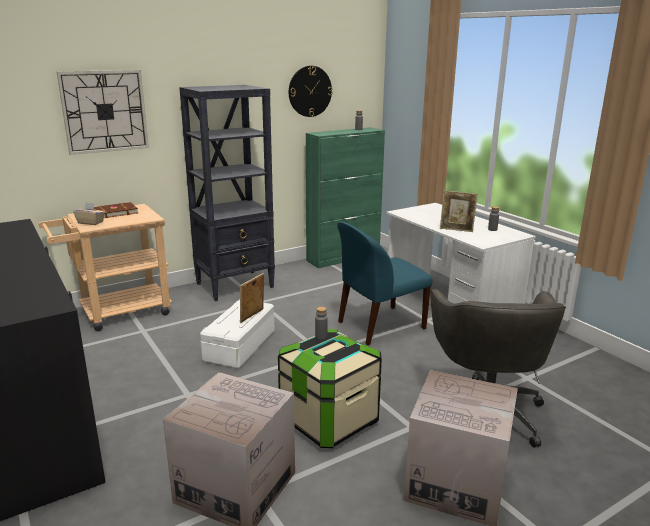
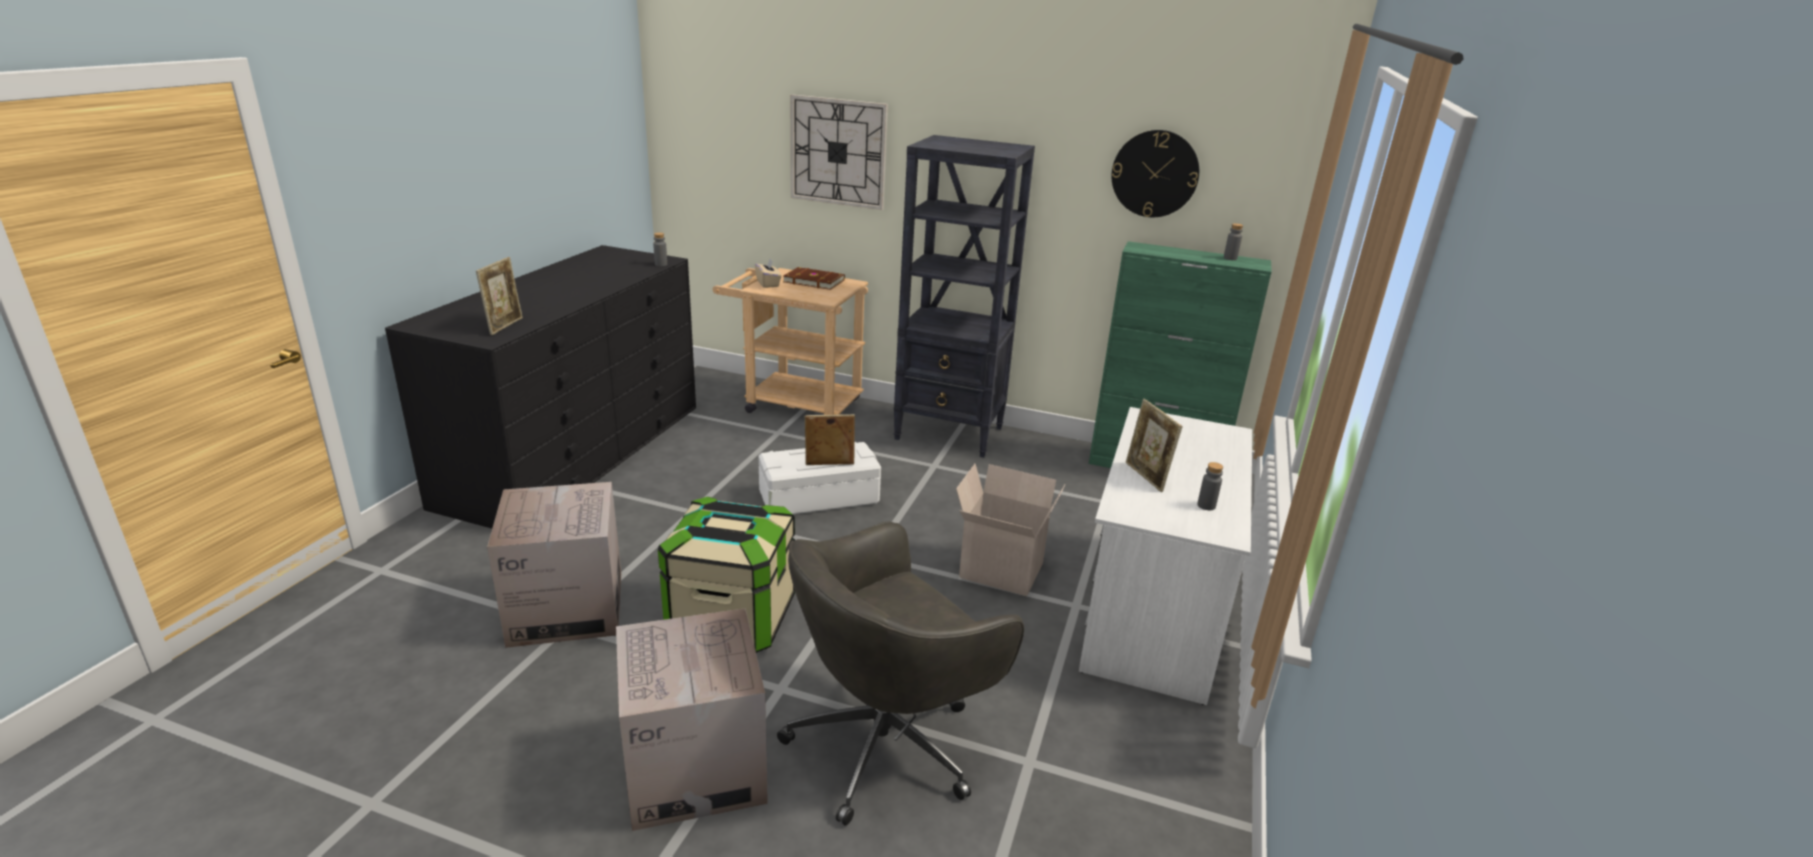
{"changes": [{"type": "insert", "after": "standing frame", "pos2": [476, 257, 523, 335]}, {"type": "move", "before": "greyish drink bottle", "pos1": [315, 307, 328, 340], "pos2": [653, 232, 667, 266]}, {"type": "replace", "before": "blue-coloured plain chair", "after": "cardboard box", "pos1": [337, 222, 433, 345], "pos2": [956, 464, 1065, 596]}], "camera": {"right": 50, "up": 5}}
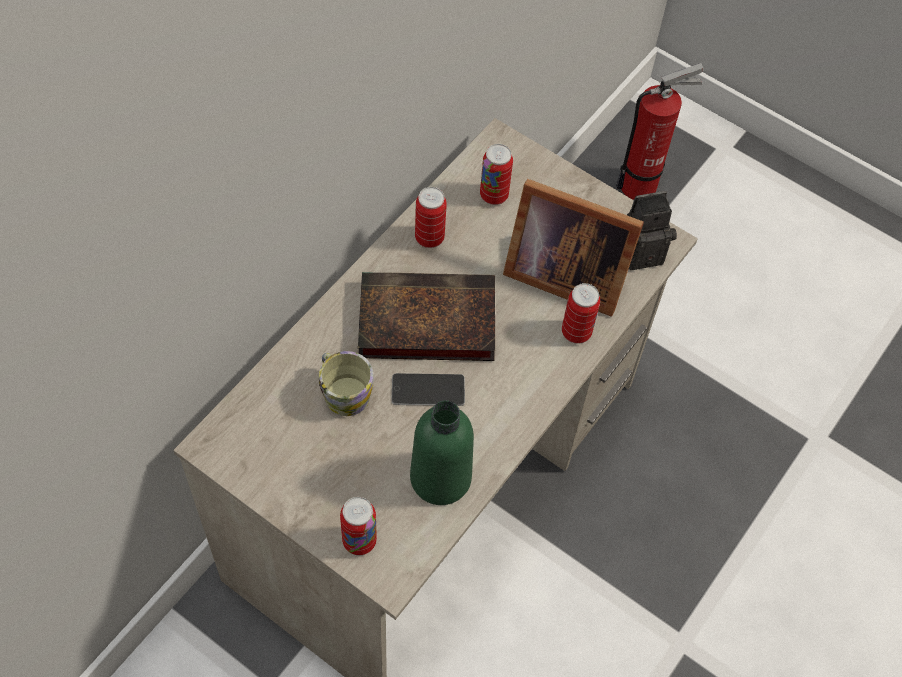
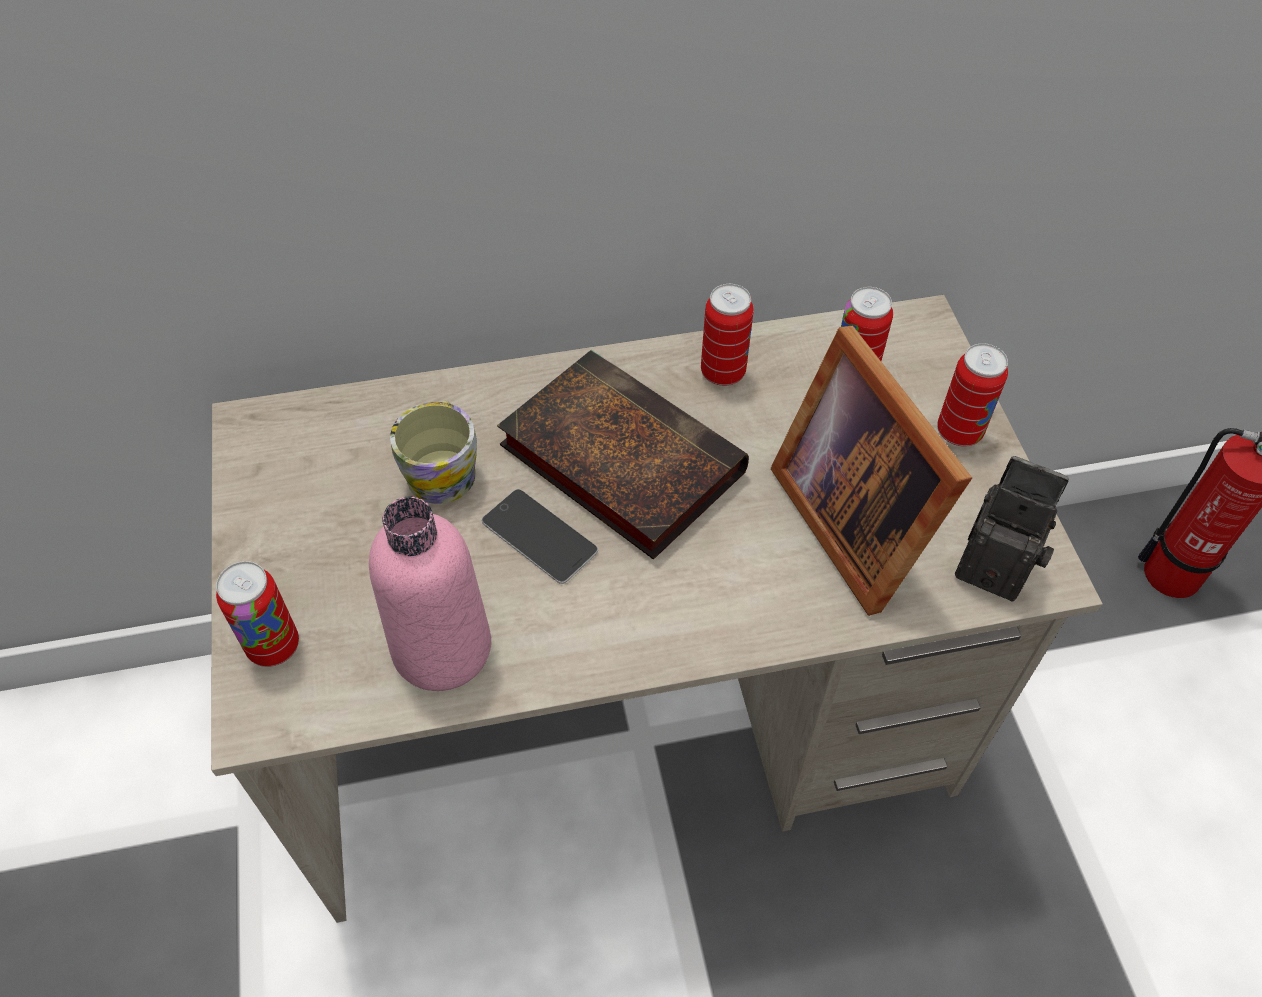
{"changes": [{"type": "recolor", "before": "greenish drink bottle", "after": "pink drink bottle", "pos1": [410, 400, 474, 505], "pos2": [369, 497, 491, 691]}, {"type": "move", "before": "sealed can", "pos1": [562, 283, 600, 344], "pos2": [937, 343, 1008, 447]}], "camera": {"right": 45, "up": -5}}
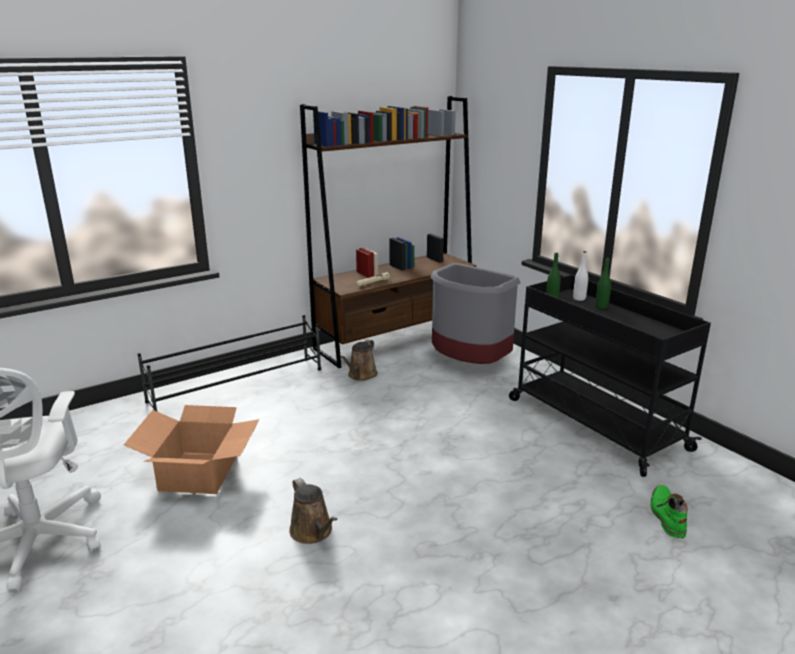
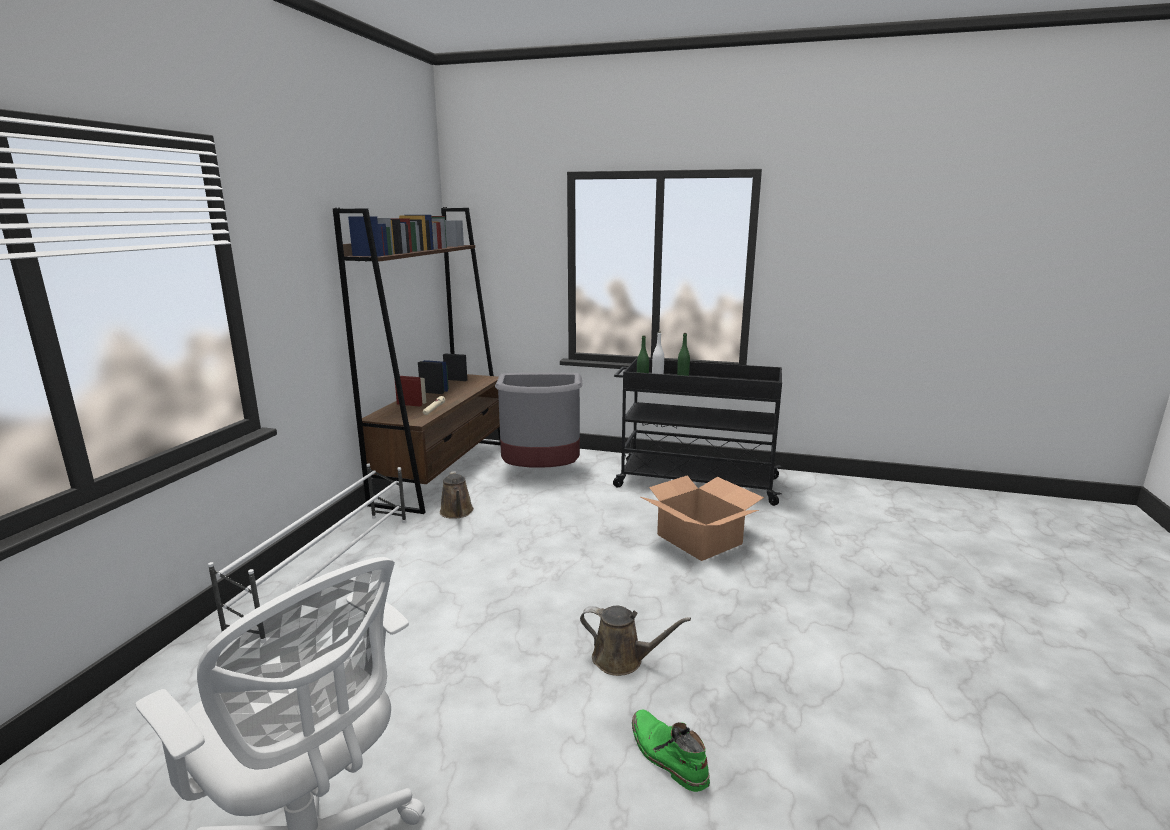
{"changes": [{"type": "recolor", "before": "black-coloured shoe shelf", "after": "white-coloured shoe shelf", "pos1": [137, 315, 321, 411], "pos2": [208, 464, 406, 643]}, {"type": "move", "before": "greenish boot", "pos1": [651, 485, 688, 538], "pos2": [632, 710, 710, 792]}, {"type": "move", "before": "cardboard box", "pos1": [124, 405, 260, 494], "pos2": [641, 475, 764, 561]}], "camera": {"right": -40, "up": -5}}
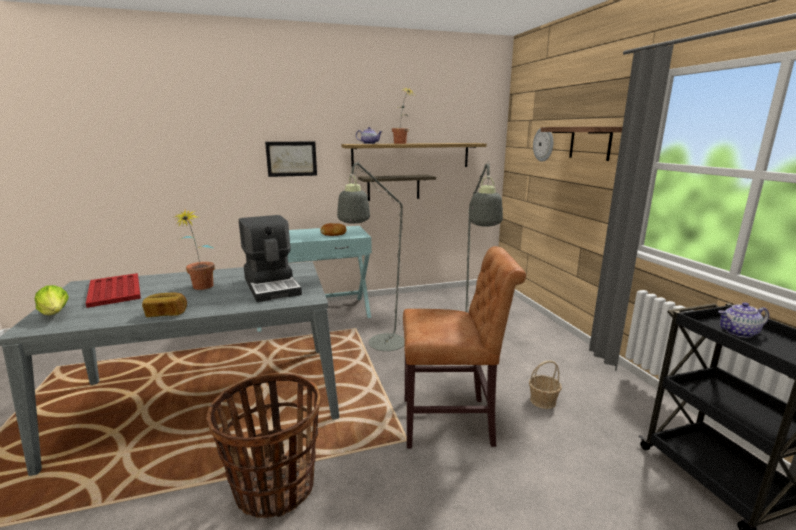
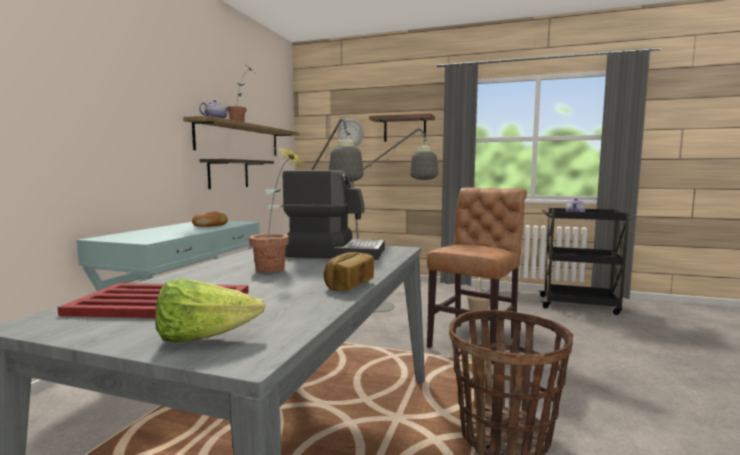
{"changes": [{"type": "delete", "before": "wall art", "pos1": [265, 141, 317, 177]}], "camera": {"right": -55, "up": -10}}
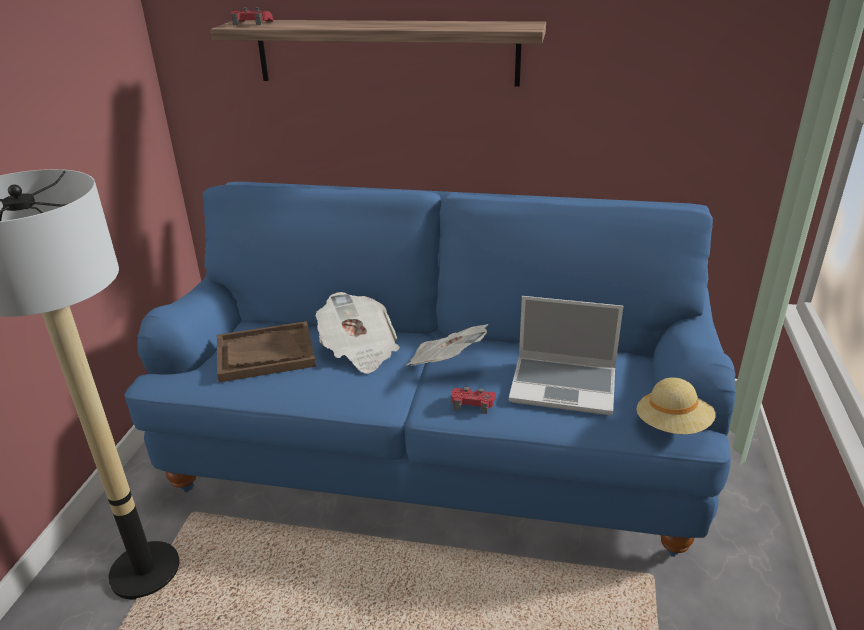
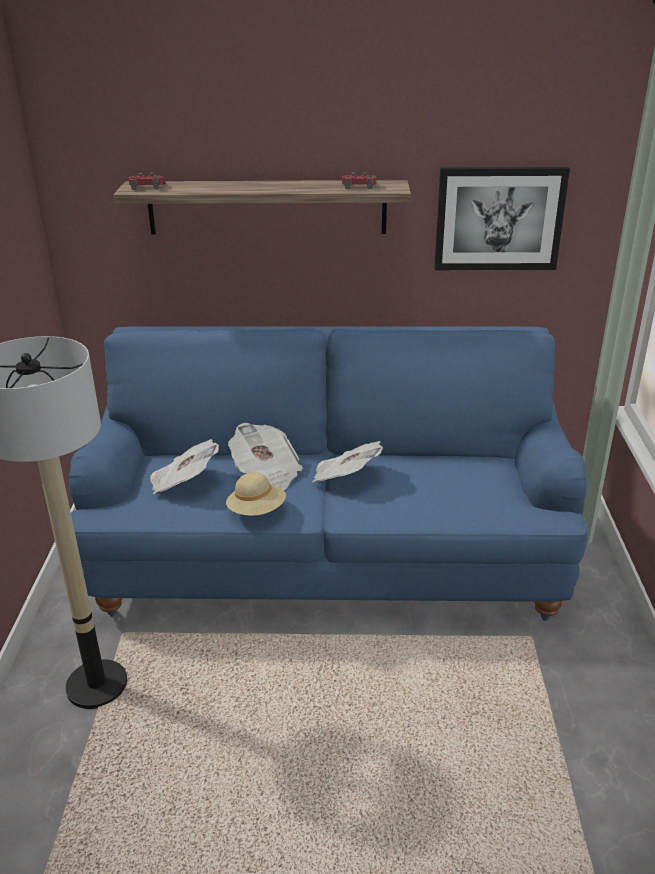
{"changes": [{"type": "replace", "before": "brown tray", "after": "newspaper", "pos1": [217, 321, 316, 382], "pos2": [150, 439, 219, 494]}, {"type": "move", "before": "sand-coloured clothing hat", "pos1": [636, 377, 716, 434], "pos2": [226, 472, 286, 516]}, {"type": "move", "before": "red-coloured game controller", "pos1": [451, 386, 496, 414], "pos2": [342, 172, 377, 189]}, {"type": "insert", "after": "wall art", "pos2": [434, 167, 570, 270]}, {"type": "delete", "before": "notebook computer", "pos1": [509, 296, 623, 415]}], "camera": {"right": -10, "up": 0}}
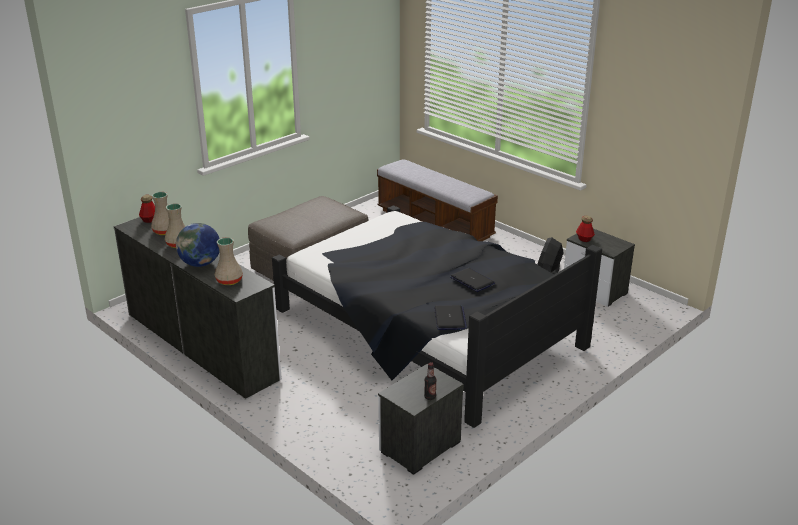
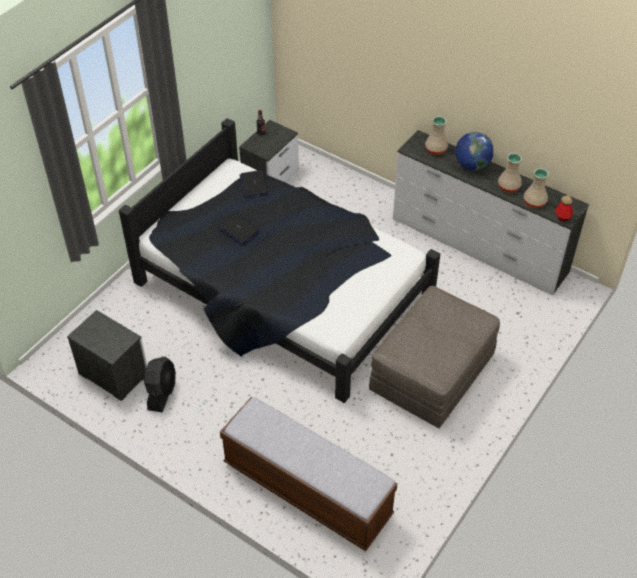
{"changes": [{"type": "delete", "before": "drink bottle", "pos1": [576, 215, 595, 242]}], "camera": {"right": 170, "up": 20}}
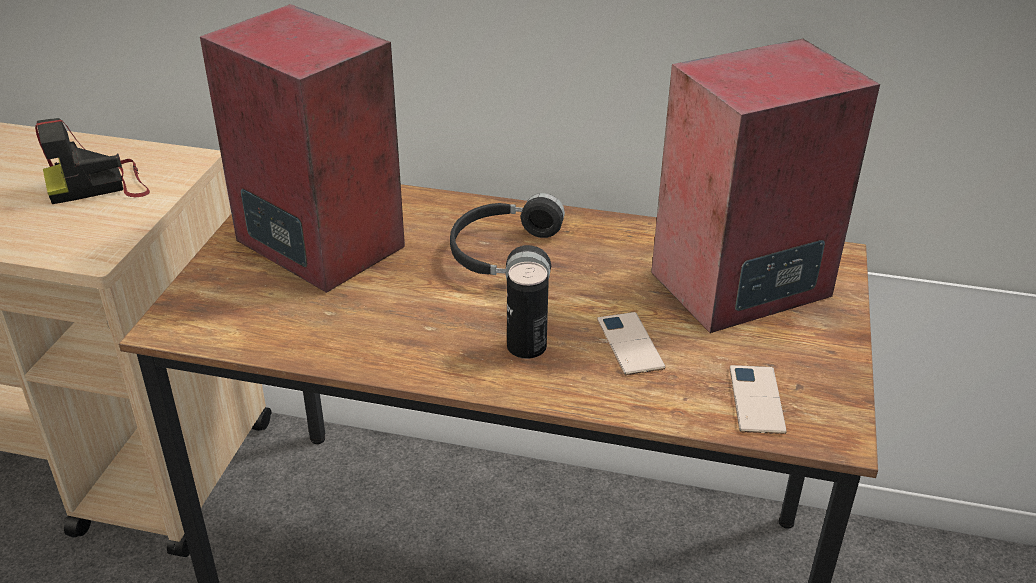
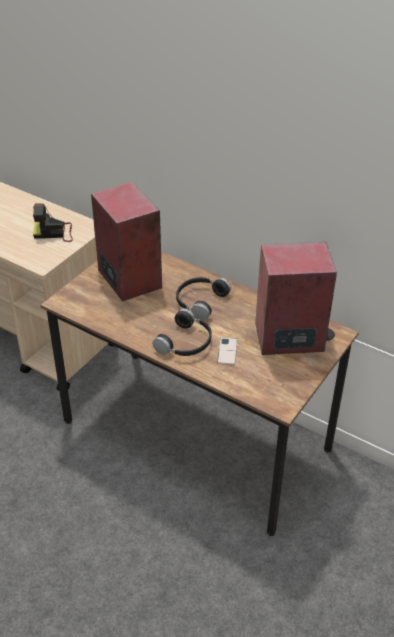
{"changes": [{"type": "replace", "before": "sealed can", "after": "black-coloured headset", "pos1": [507, 262, 549, 359], "pos2": [152, 309, 212, 356]}, {"type": "delete", "before": "telephone", "pos1": [729, 365, 787, 434]}], "camera": {"right": 20, "up": 5}}
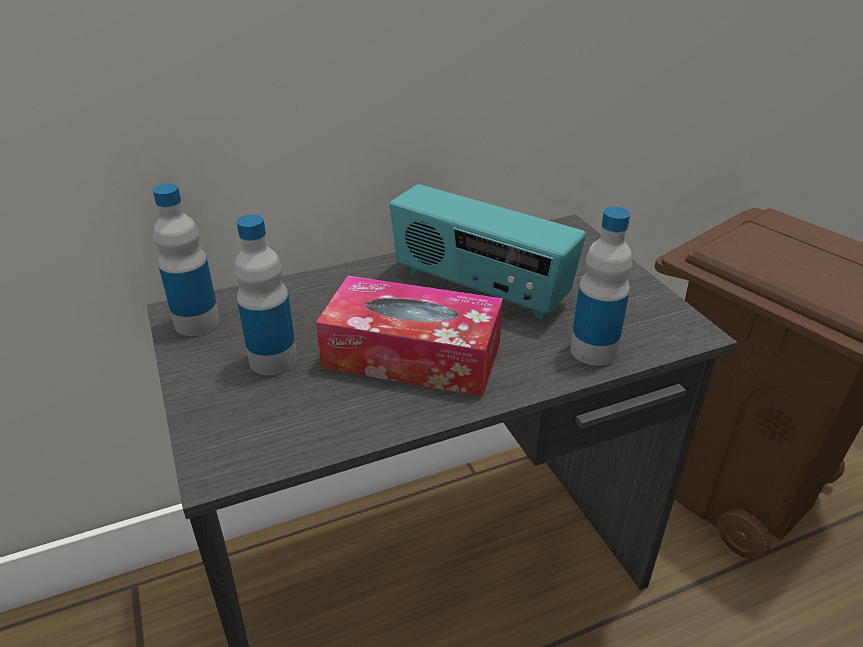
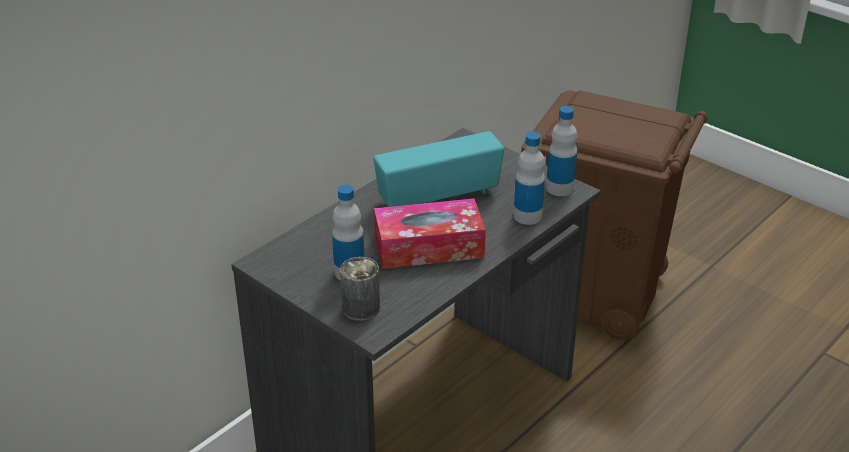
{"changes": [{"type": "insert", "after": "sealed can", "pos2": [340, 257, 380, 321]}, {"type": "rotate", "before": "radio set", "pos1": [389, 184, 586, 320], "pos2": [373, 131, 504, 207], "turn": 150}, {"type": "move", "before": "drink bottle", "pos1": [153, 183, 220, 336], "pos2": [546, 106, 577, 196]}], "camera": {"right": -25, "up": 0}}
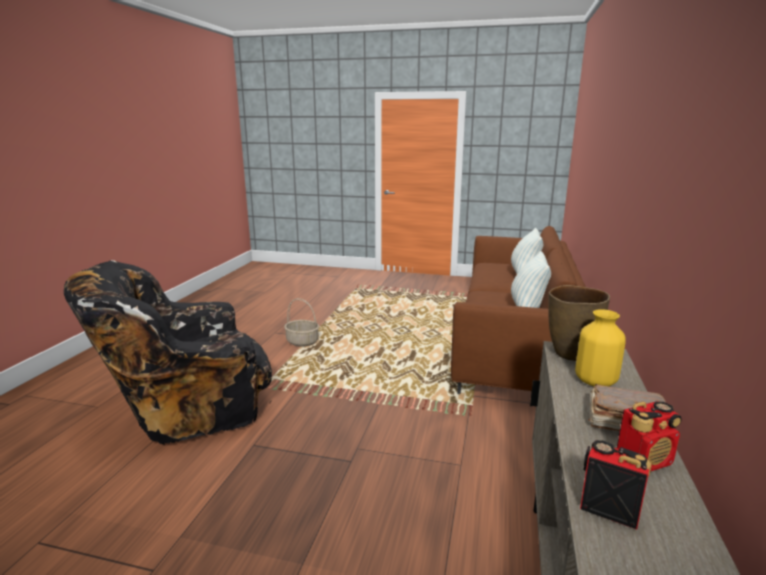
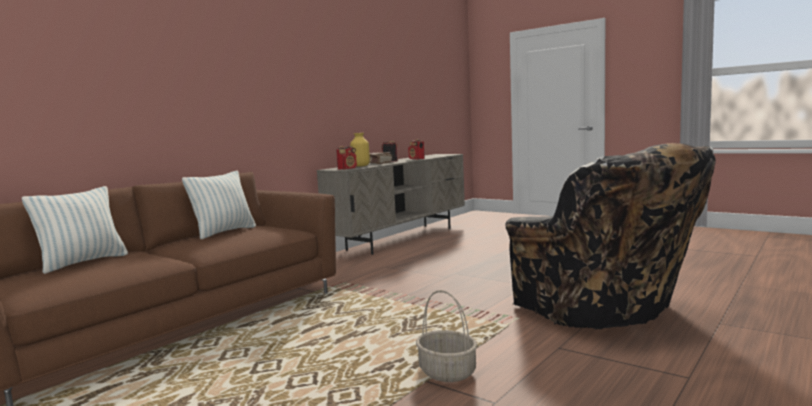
{"changes": [{"type": "replace", "before": "brown vase", "after": "radio set", "pos1": [548, 285, 610, 361], "pos2": [336, 146, 357, 170]}, {"type": "rotate", "before": "black-coloured easy chair", "pos1": [64, 260, 272, 445], "pos2": [505, 143, 716, 329], "turn": 60}], "camera": {"right": -155, "up": -10}}
